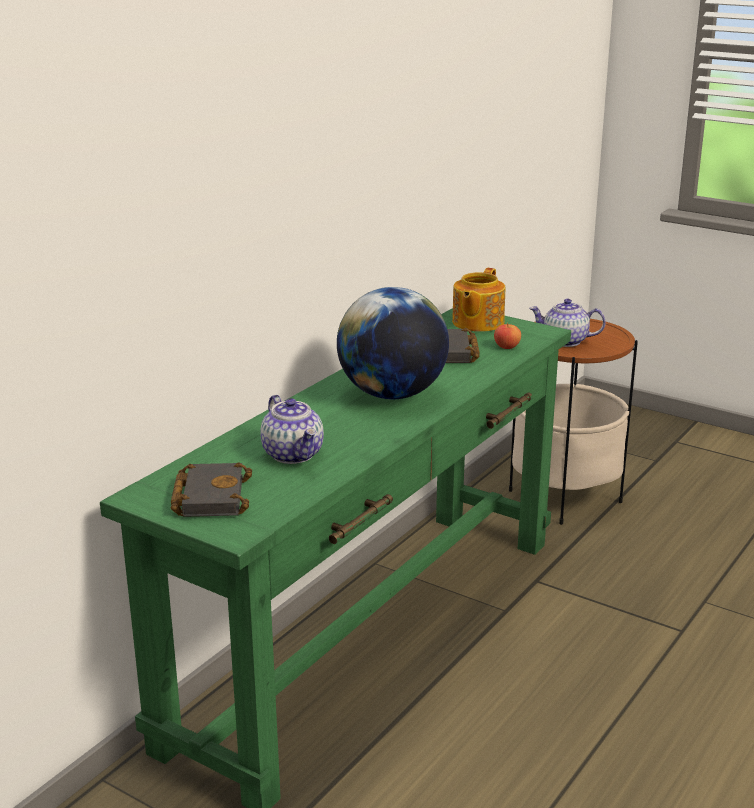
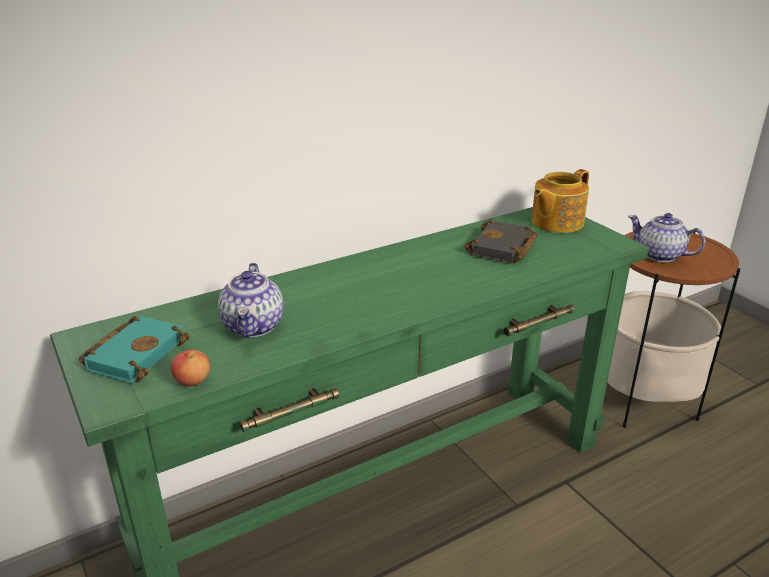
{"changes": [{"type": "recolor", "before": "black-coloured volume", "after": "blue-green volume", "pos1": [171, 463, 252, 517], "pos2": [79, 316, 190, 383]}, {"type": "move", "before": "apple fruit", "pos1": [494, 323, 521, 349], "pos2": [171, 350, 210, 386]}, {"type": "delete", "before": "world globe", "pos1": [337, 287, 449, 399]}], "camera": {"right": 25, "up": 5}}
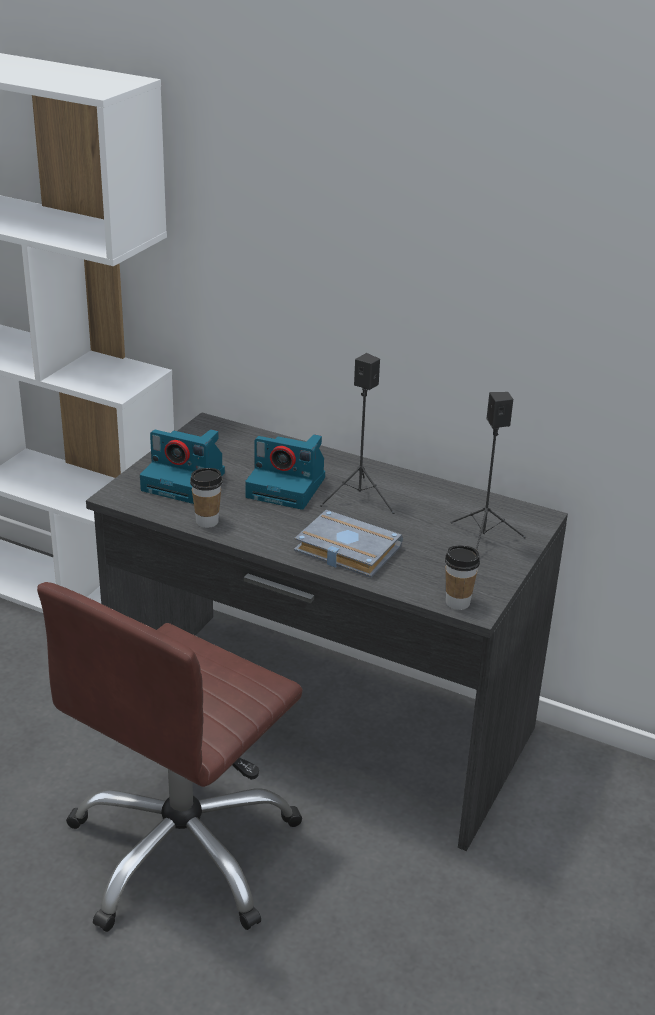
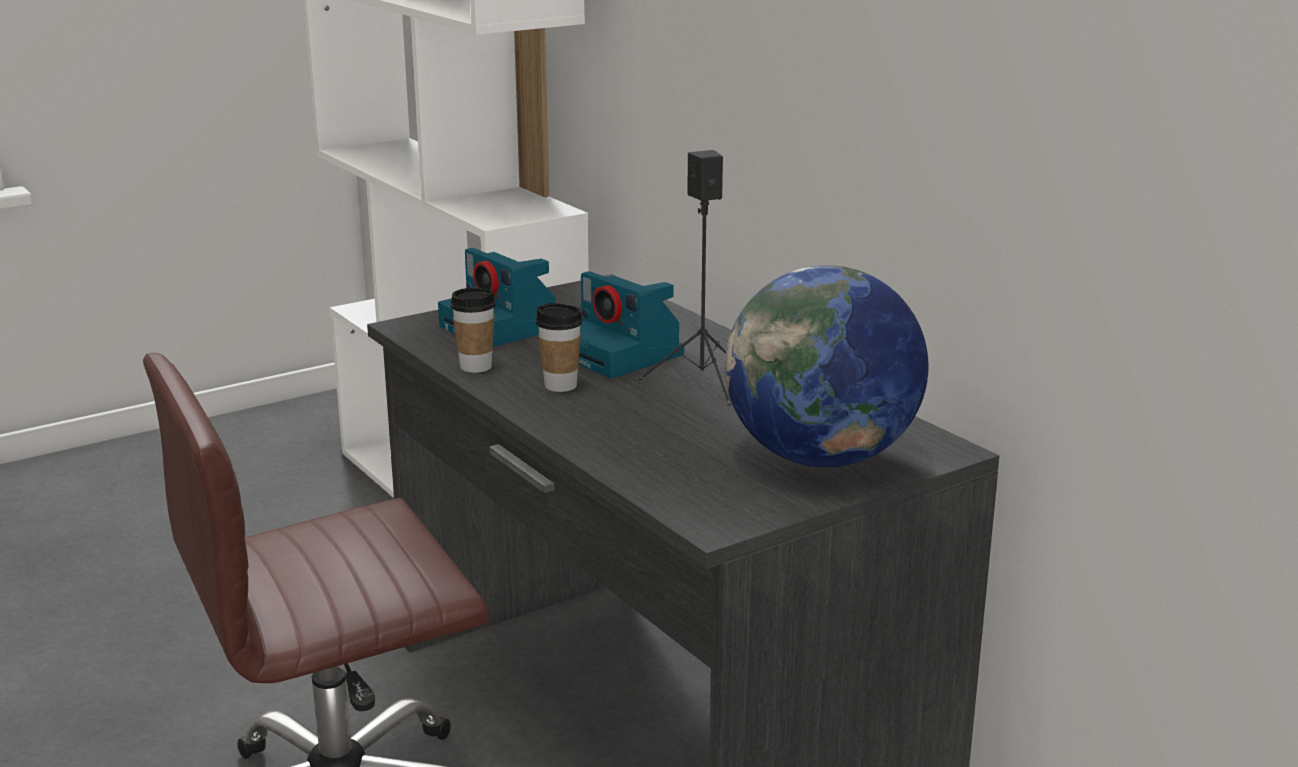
{"changes": [{"type": "move", "before": "cup", "pos1": [445, 545, 480, 610], "pos2": [536, 303, 583, 392]}, {"type": "replace", "before": "black-coloured speaker", "after": "world globe", "pos1": [450, 392, 526, 550], "pos2": [725, 265, 929, 467]}, {"type": "delete", "before": "greyish volume", "pos1": [294, 510, 403, 578]}], "camera": {"right": 30, "up": -10}}
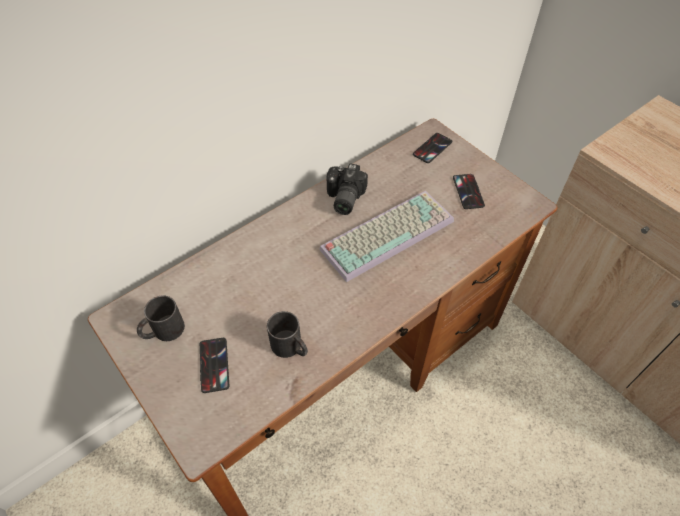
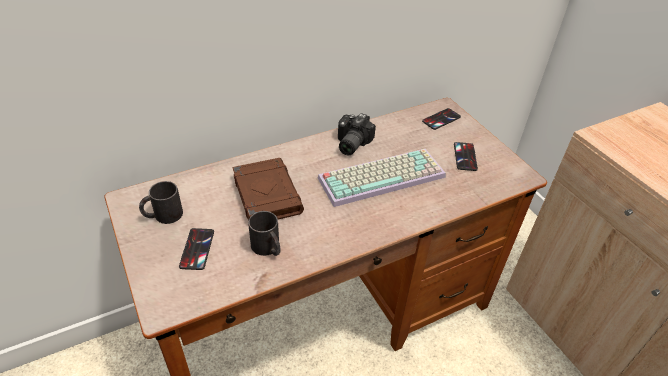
{"changes": [{"type": "insert", "after": "brown volume", "pos2": [232, 158, 304, 221]}], "camera": {"right": 10, "up": -10}}
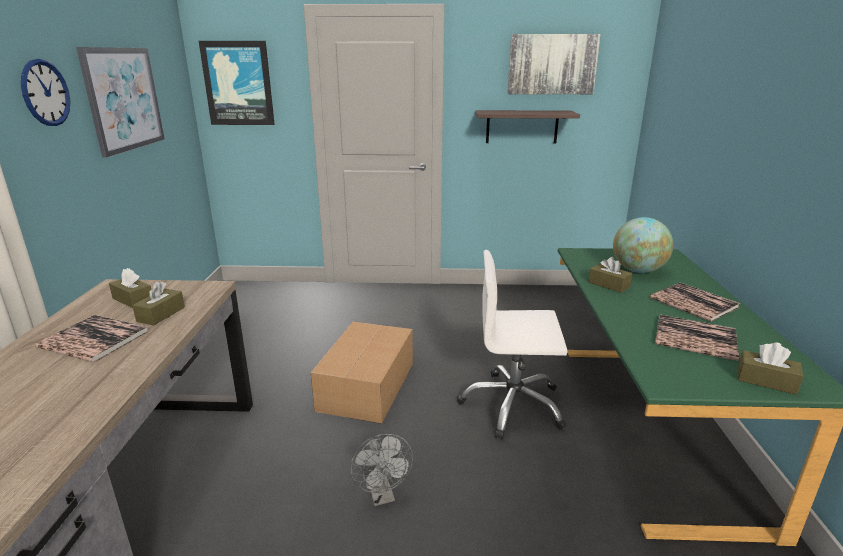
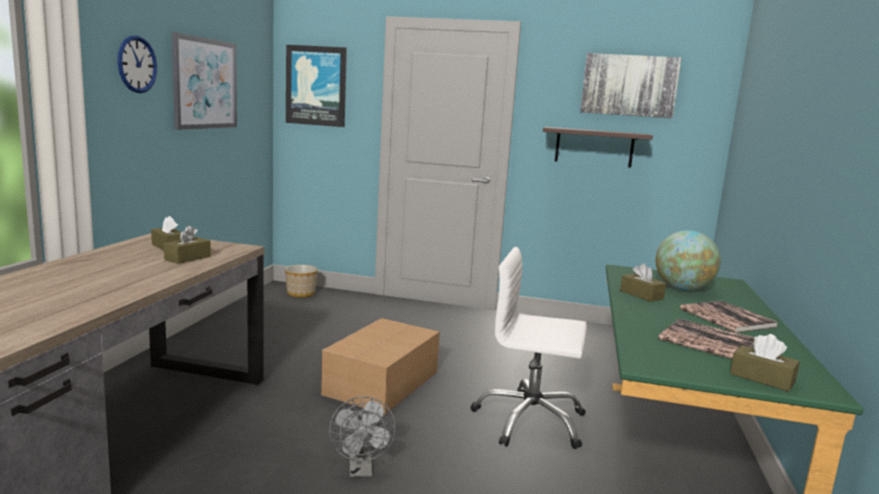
{"changes": [{"type": "insert", "after": "planter", "pos2": [285, 265, 318, 298]}, {"type": "delete", "before": "volume", "pos1": [35, 315, 149, 363]}], "camera": {"right": 10, "up": -10}}
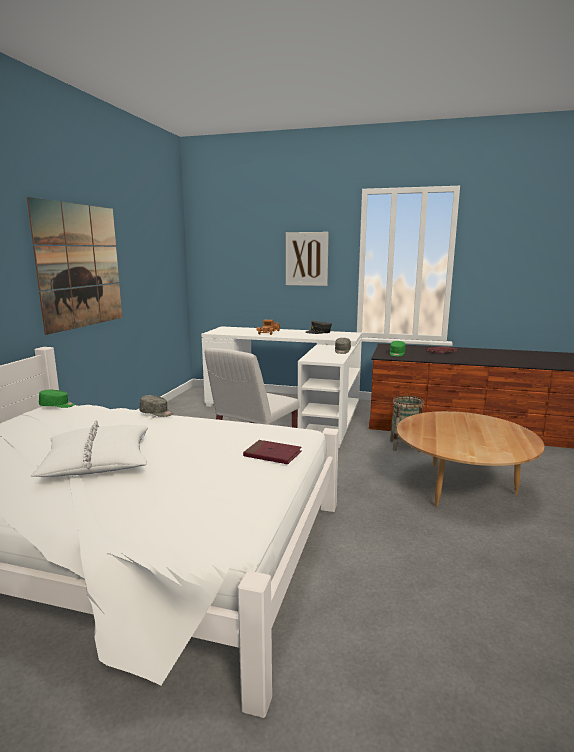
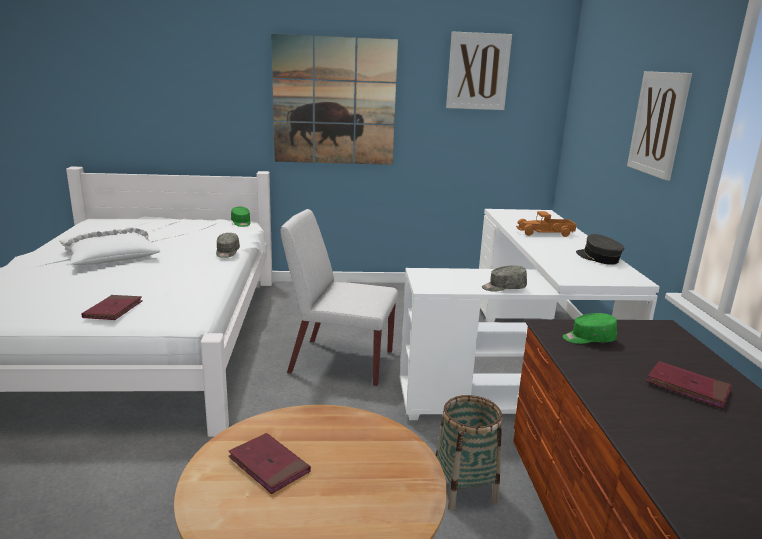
{"changes": [{"type": "insert", "after": "red-coloured volume", "pos2": [228, 433, 311, 494]}, {"type": "insert", "after": "wall art", "pos2": [446, 31, 512, 110]}], "camera": {"right": 70, "up": 5}}
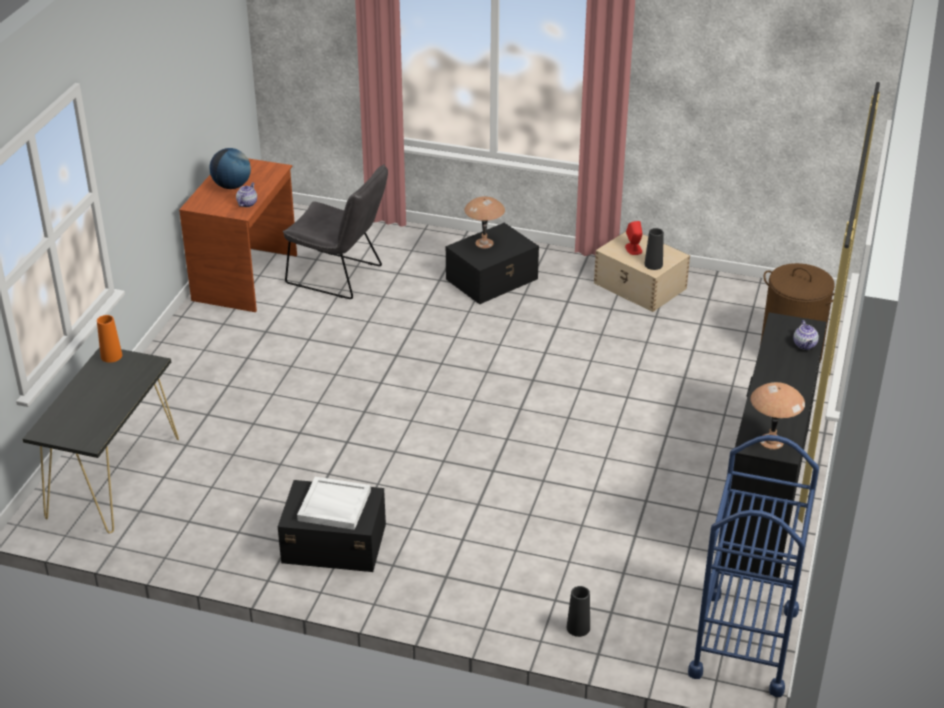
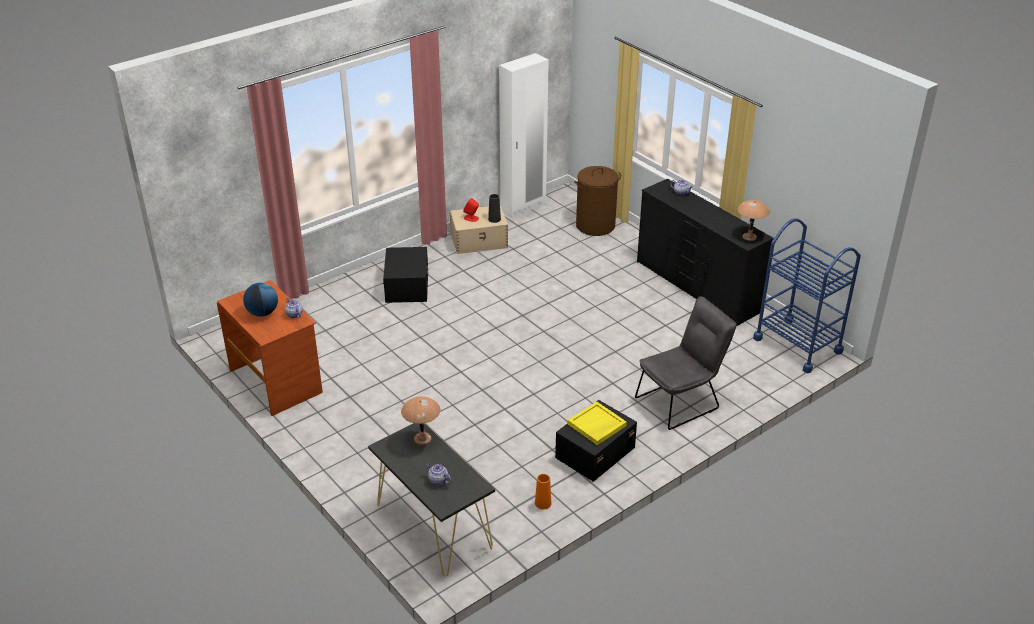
{"changes": [{"type": "move", "before": "brown lamp for a table", "pos1": [464, 196, 505, 248], "pos2": [401, 396, 440, 445]}, {"type": "insert", "after": "pot for tea", "pos2": [425, 463, 451, 485]}, {"type": "insert", "after": "white-coloured armoire", "pos2": [499, 53, 549, 218]}, {"type": "move", "before": "orange vase", "pos1": [97, 315, 122, 363], "pos2": [535, 474, 551, 509]}, {"type": "recolor", "before": "white-coloured tray", "after": "yellow-coloured tray", "pos1": [297, 477, 371, 530], "pos2": [568, 402, 627, 445]}, {"type": "move", "before": "greyish plain chair", "pos1": [283, 164, 388, 299], "pos2": [635, 296, 736, 430]}, {"type": "delete", "before": "black-coloured vase", "pos1": [567, 586, 590, 637]}], "camera": {"right": -55, "up": 0}}
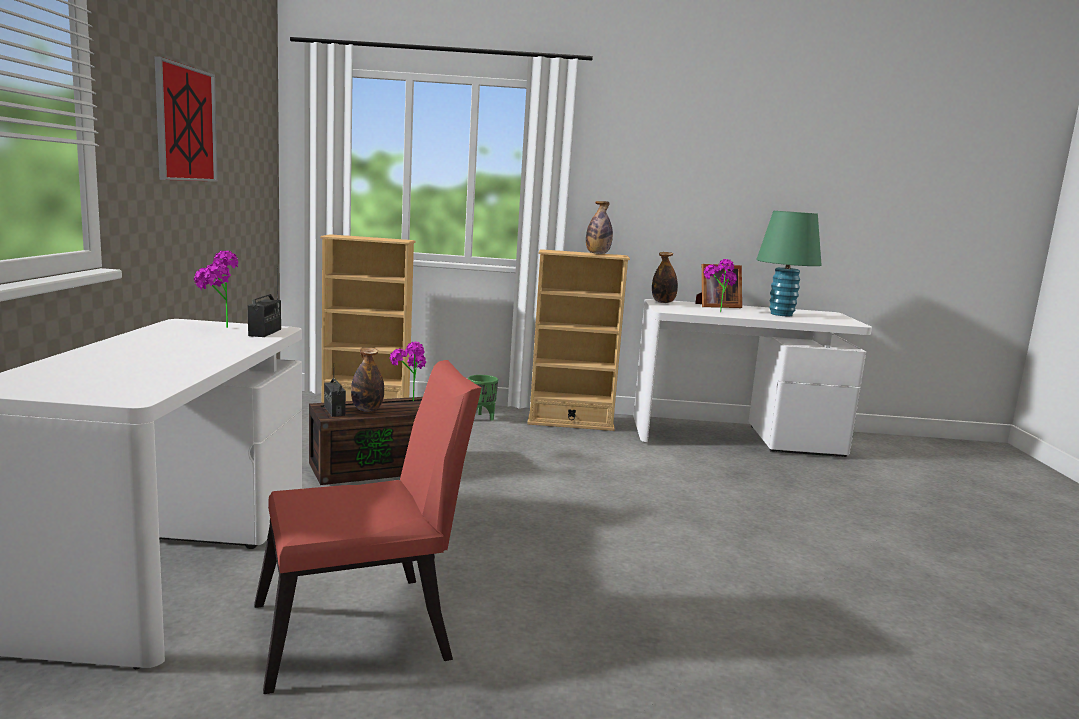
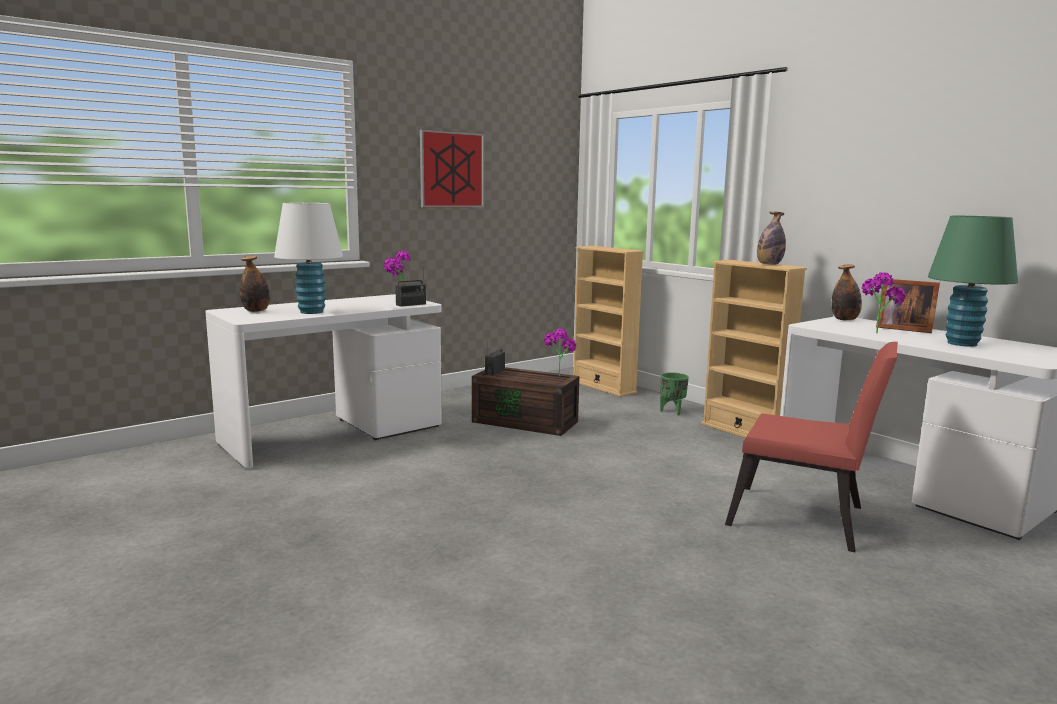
{"changes": [{"type": "move", "before": "drink bottle", "pos1": [351, 347, 384, 412], "pos2": [239, 256, 270, 312]}, {"type": "insert", "after": "white-coloured lamp for a table", "pos2": [274, 203, 343, 314]}, {"type": "move", "before": "red-coloured plain chair", "pos1": [254, 360, 481, 694], "pos2": [725, 342, 898, 552]}], "camera": {"right": 50, "up": 0}}
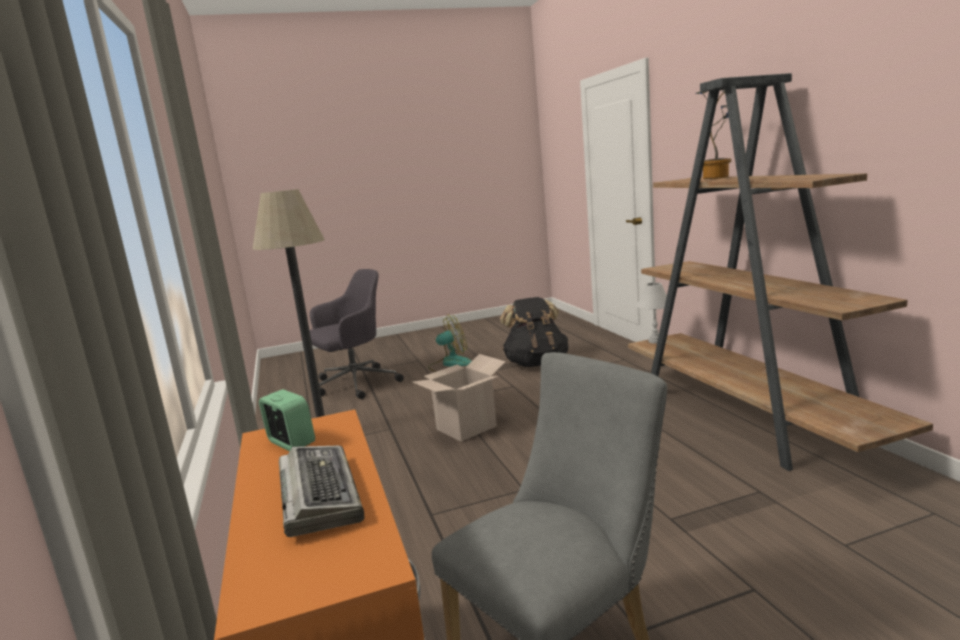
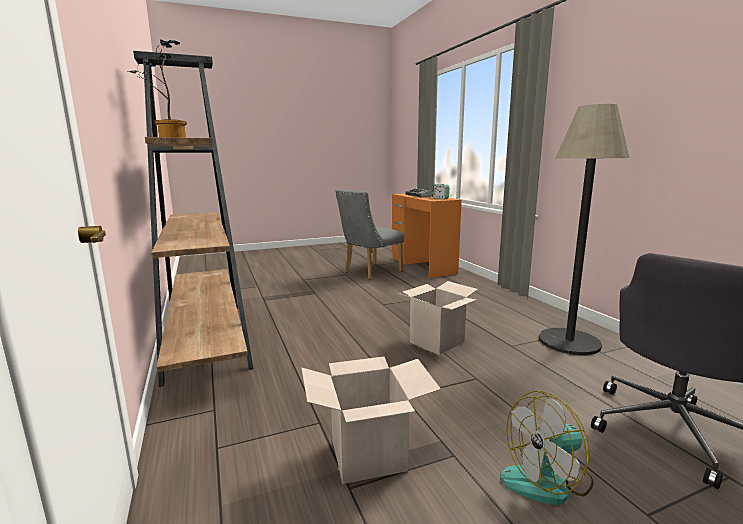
{"changes": [{"type": "replace", "before": "black-coloured knapsack", "after": "cardboard box", "pos1": [500, 297, 568, 367], "pos2": [301, 357, 441, 484]}, {"type": "delete", "before": "white-coloured lamp for a table", "pos1": [636, 283, 667, 344]}], "camera": {"right": 175, "up": 0}}
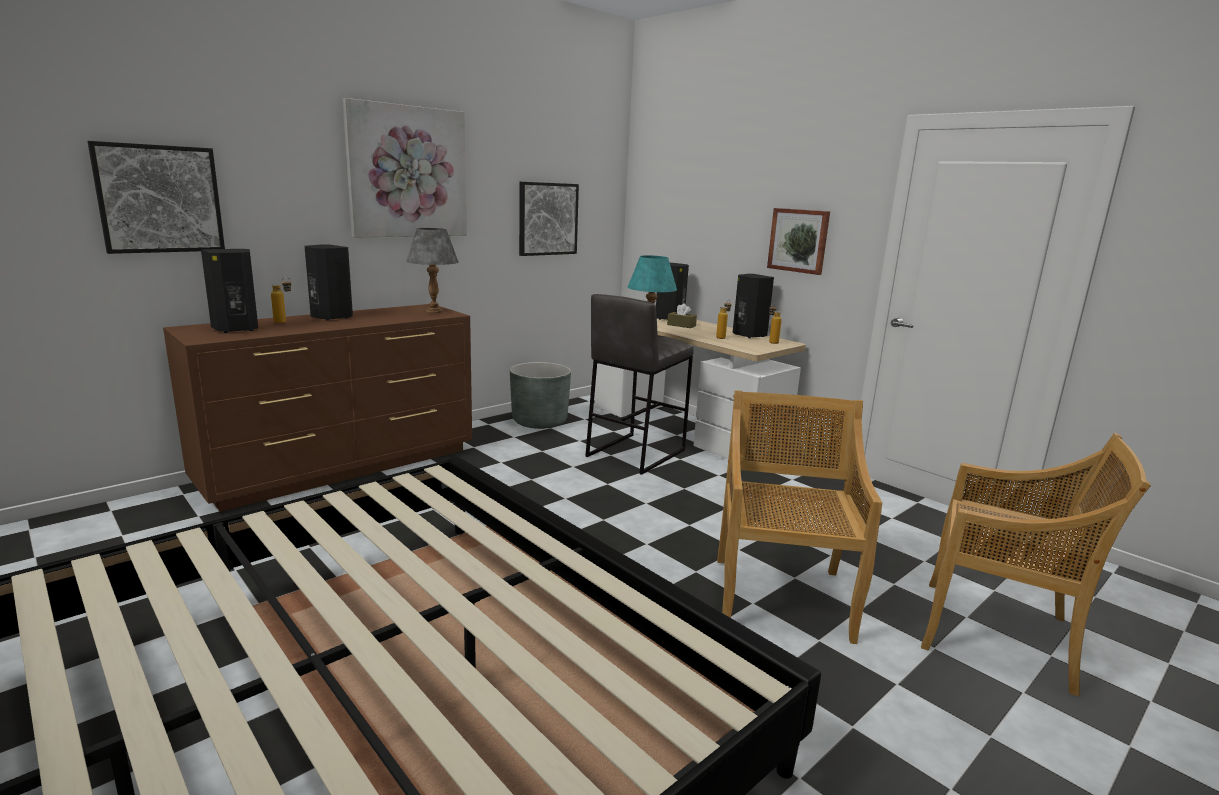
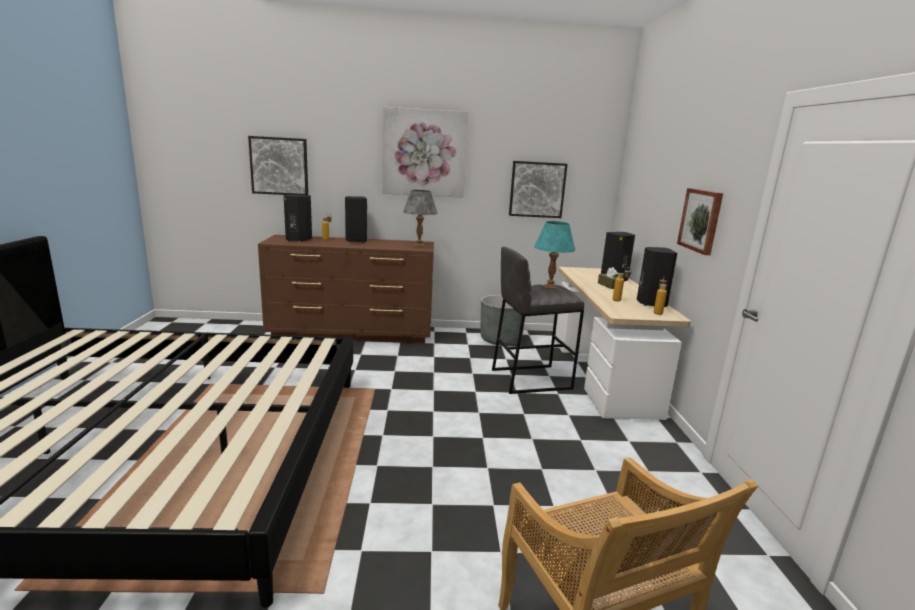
{"changes": [{"type": "delete", "before": "sand-coloured plain chair", "pos1": [717, 390, 882, 644]}], "camera": {"right": 40, "up": 0}}
